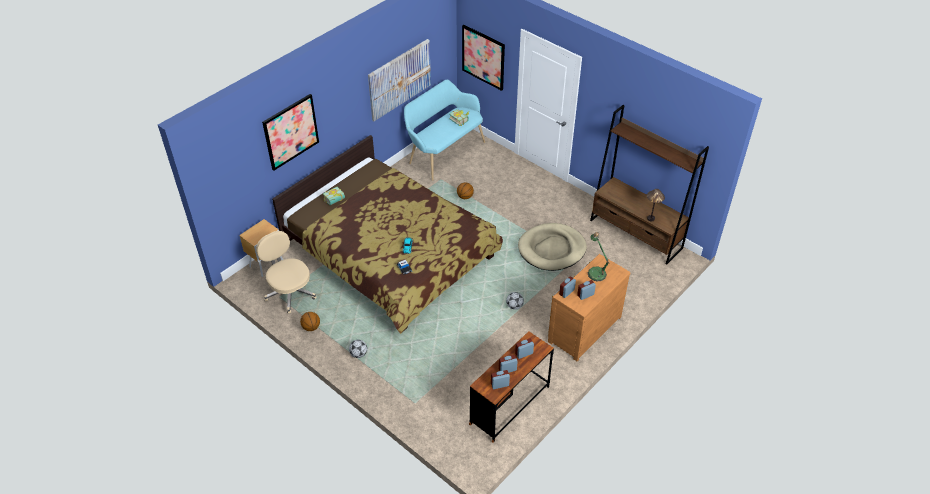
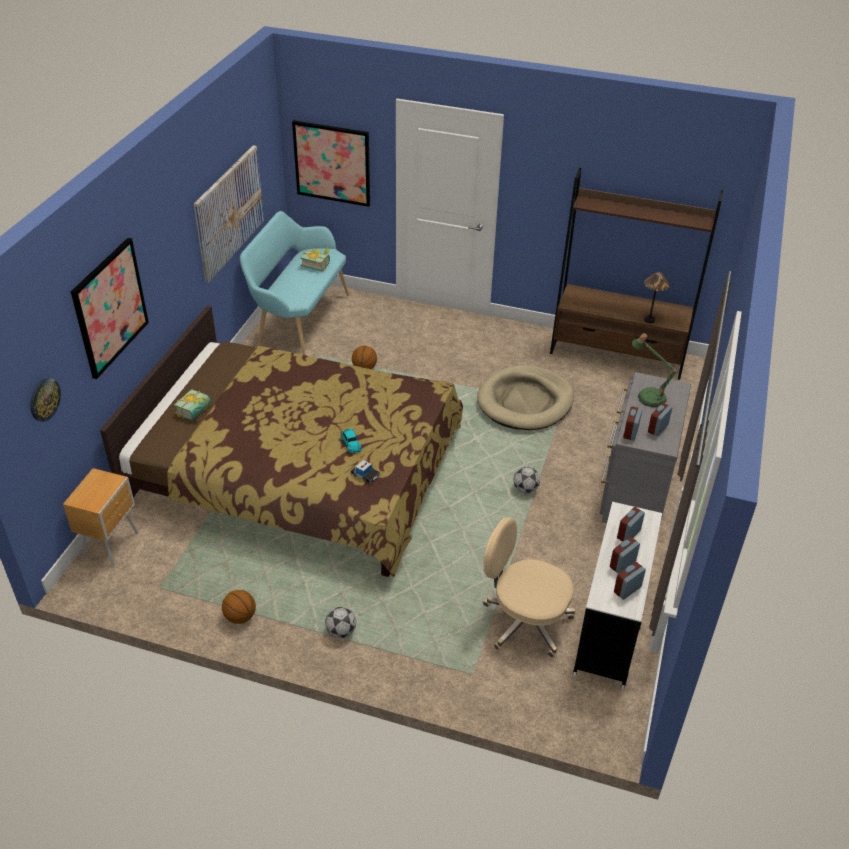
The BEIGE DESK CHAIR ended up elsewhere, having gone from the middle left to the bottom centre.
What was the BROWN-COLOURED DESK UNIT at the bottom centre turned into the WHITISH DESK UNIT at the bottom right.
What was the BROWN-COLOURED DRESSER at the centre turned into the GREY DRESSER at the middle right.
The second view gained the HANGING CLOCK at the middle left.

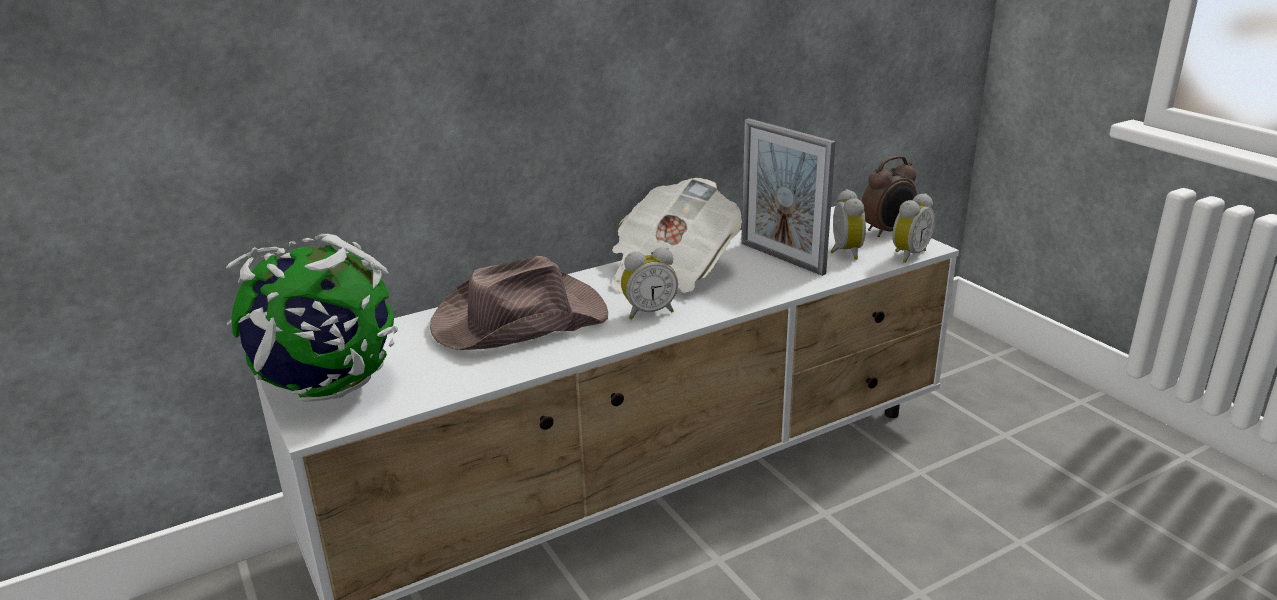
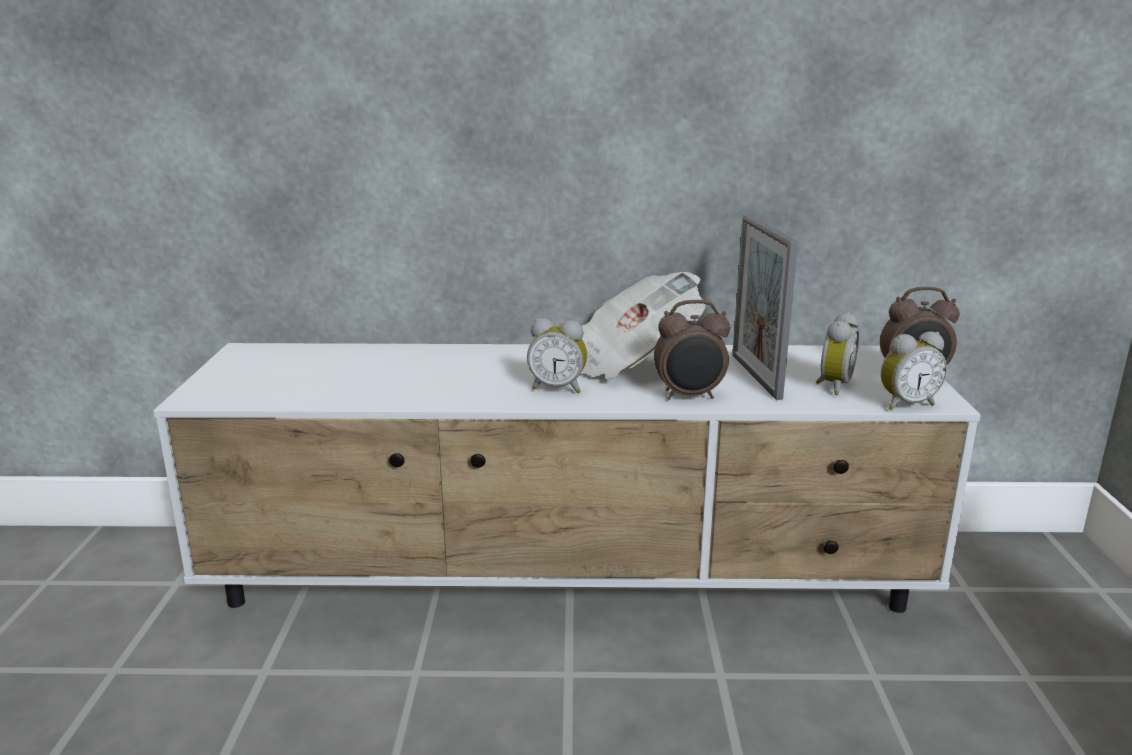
The second view lost the GLOBE at the middle left.
The second view lost the BROWN-COLOURED CLOTHING HAT at the centre.
The second view gained the TABLE CLOCK (2nd from left) at the centre.

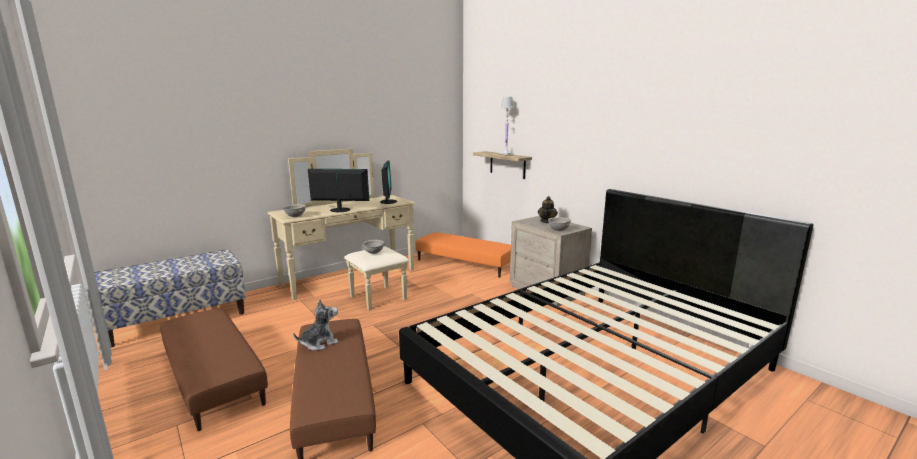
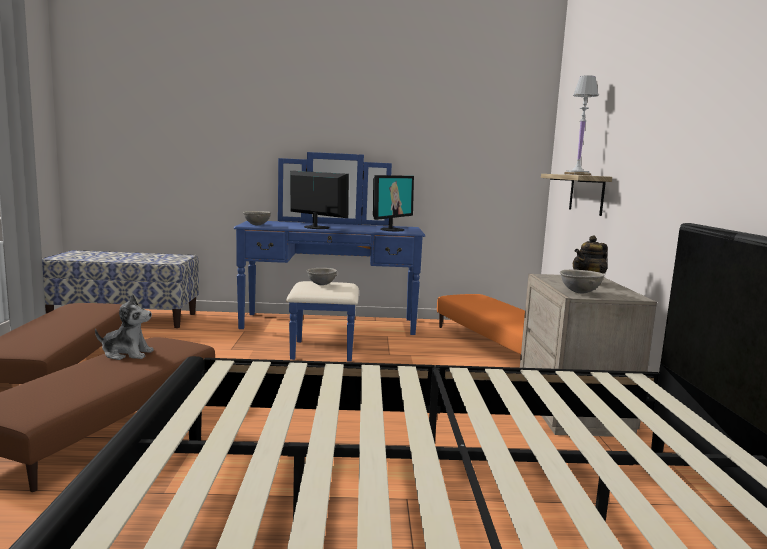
What was the BEIGE DRESSER at the centre turned into the BLUE-COLOURED DRESSER at the centre.

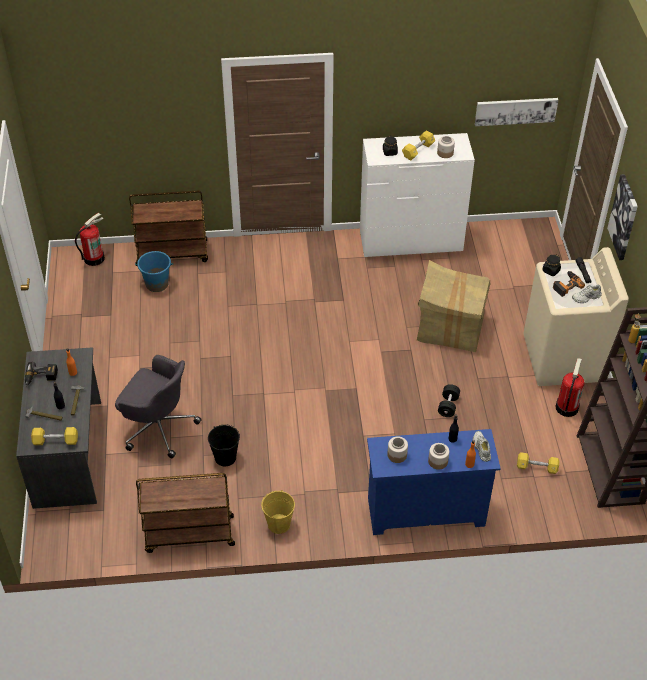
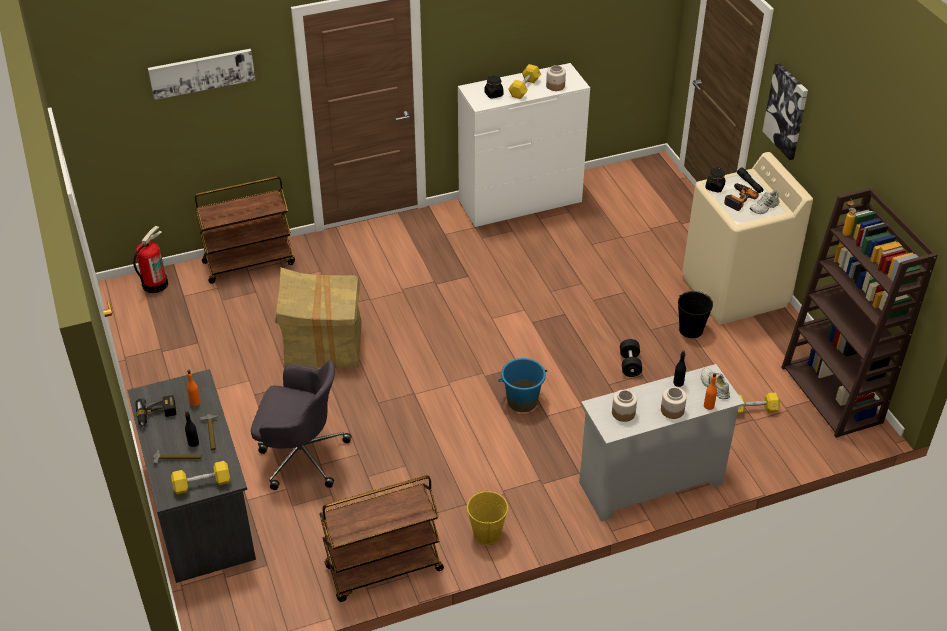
The BLUE-COLOURED BUCKET ended up elsewhere, having gone from the middle left to the centre.
The BLACK BUCKET ended up elsewhere, having gone from the centre to the middle right.
What was the BLUE-COLOURED DRESSER at the bottom right turned into the WHITISH DRESSER (2nd from left) at the bottom right.
The PACKING BOX ended up elsewhere, having gone from the middle right to the centre.
The WALL PICTURE (1st from left) ended up elsewhere, having gone from the top right to the top left.
The second view lost the FIRE-FIGHTING CYLINDER (2nd from left) at the middle right.

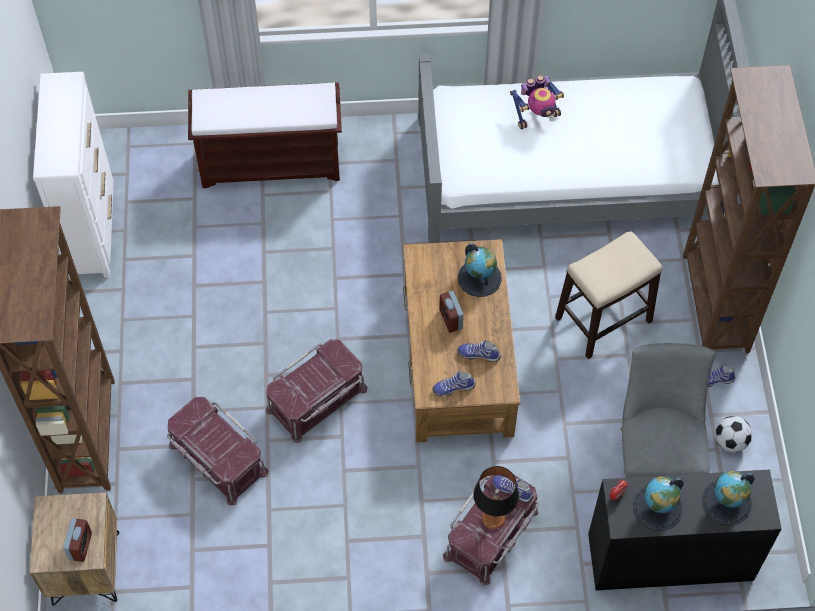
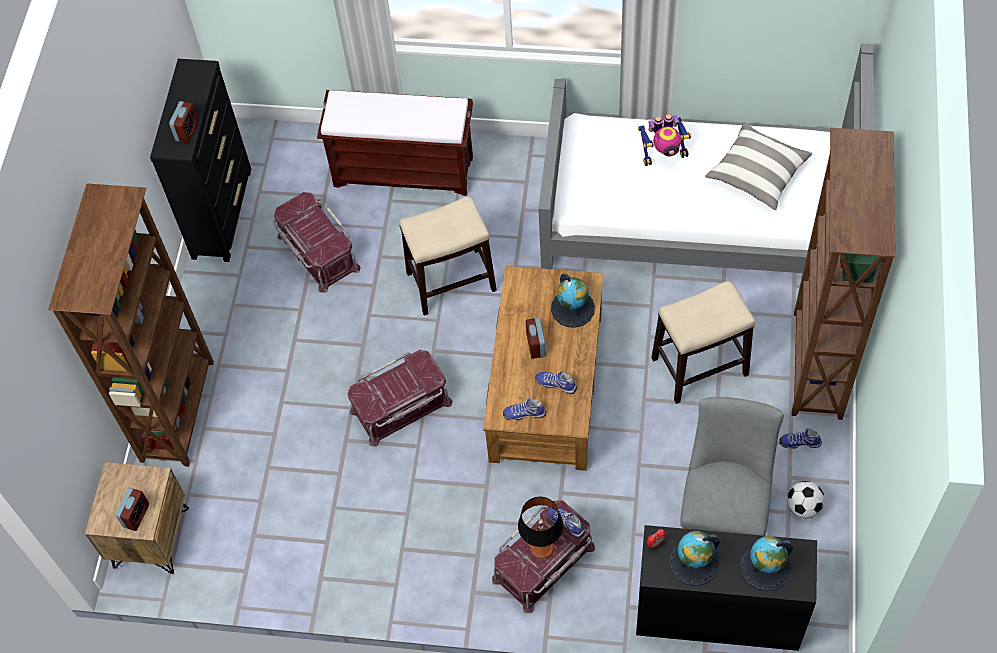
What was the WHITISH DRESSER at the top left turned into the BLACK DRESSER at the top left.
The REDDISH STORAGE BOX (1st from left) ended up elsewhere, having gone from the bottom left to the middle left.
The second view gained the TABLE CLOCK (2nd from left) at the top left.
The second view gained the STOOL (1st from left) at the centre.
The second view gained the CUSHION at the top right.

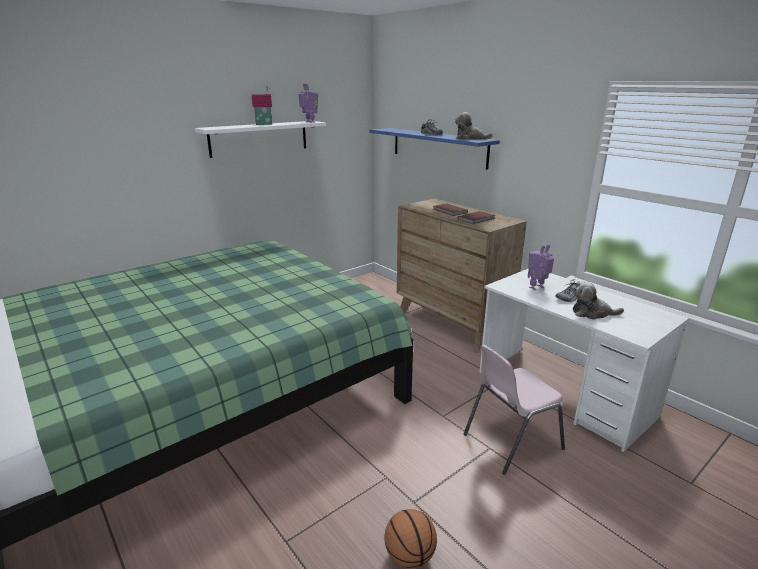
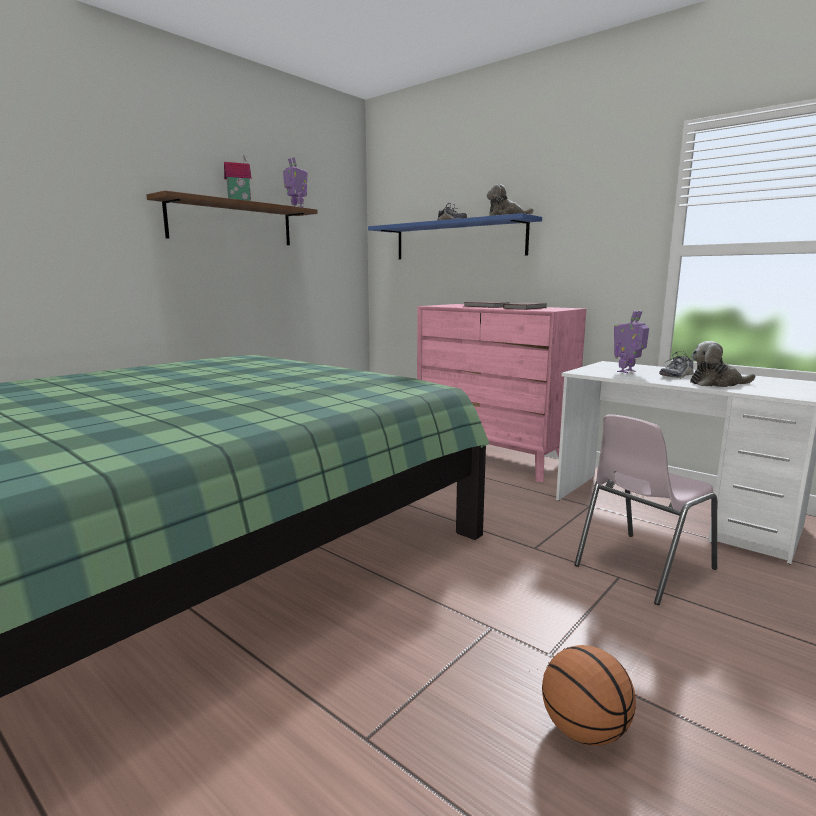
What was the WHITISH BRACKET SHELF at the top centre turned into the BROWN-COLOURED BRACKET SHELF at the top left.
What was the BROWN-COLOURED DRESSER at the centre turned into the PINK DRESSER at the centre.

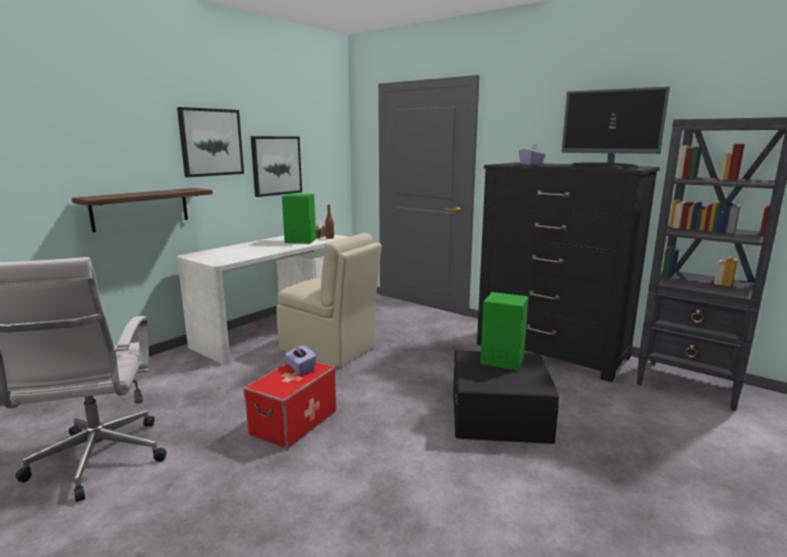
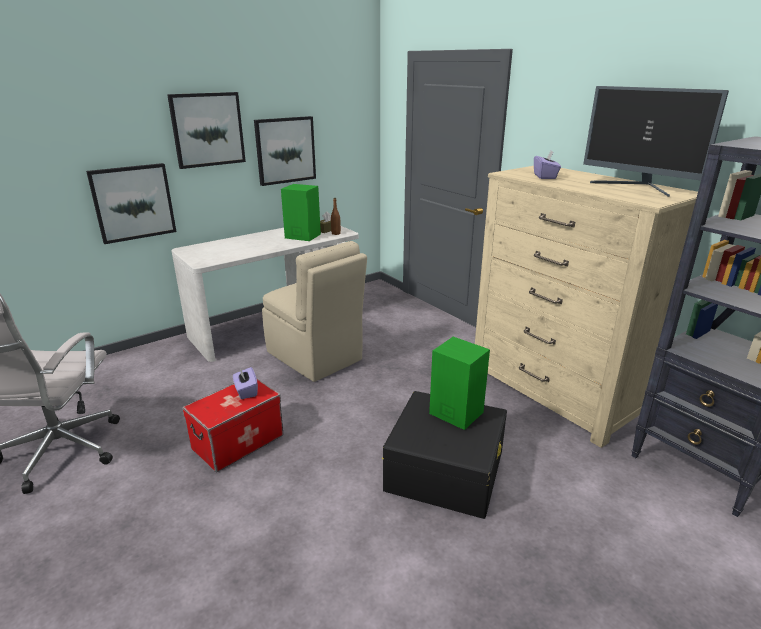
Where the BRACKET SHELF hung at the middle left, the WALL PICTURE (1st from left) came to hang at the top left.
What was the BLACK DRESSER at the middle right turned into the BEIGE DRESSER at the middle right.

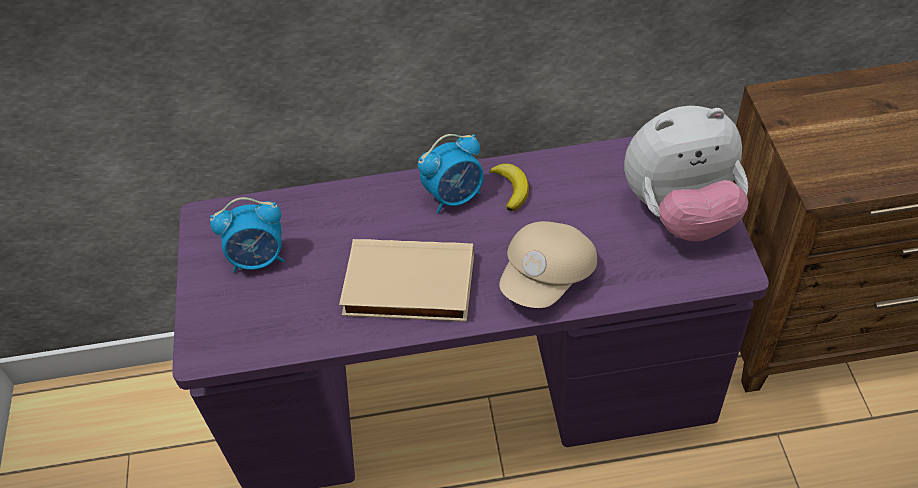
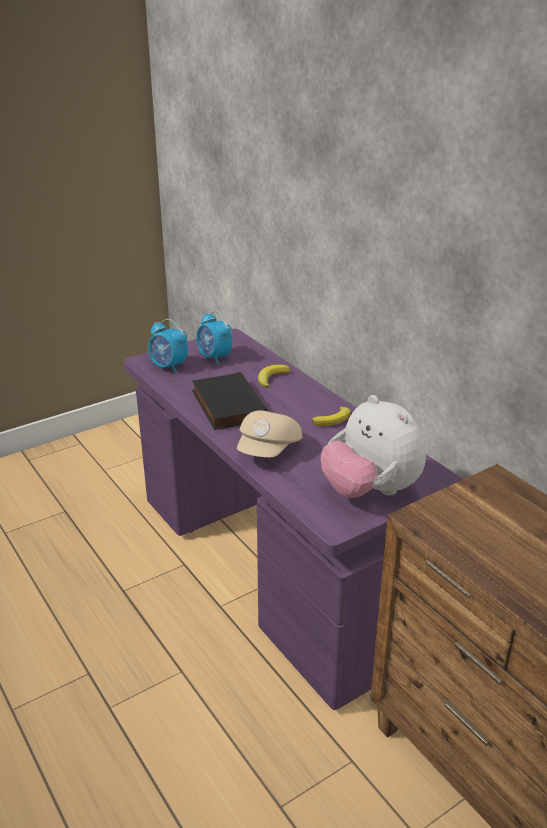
What was the BEIGE BOUND BOOK at the centre turned into the BLACK BOUND BOOK at the centre.
The TABLE CLOCK (2nd from left in the first image) ended up elsewhere, having gone from the centre to the middle left.
The BEIGE PEAKED CAP at the centre ended up facing another way, 75 degrees counterclockwise from before.
The second view gained the BANANA (1st from left) at the centre.

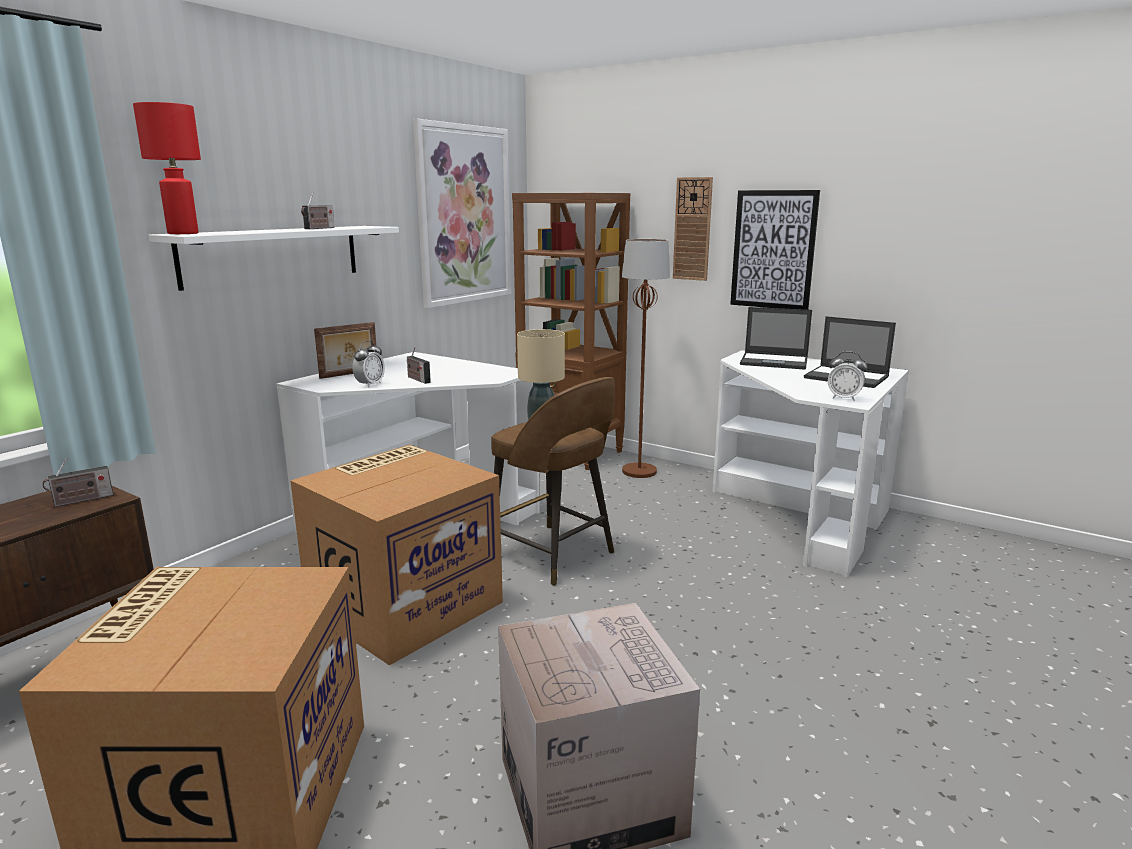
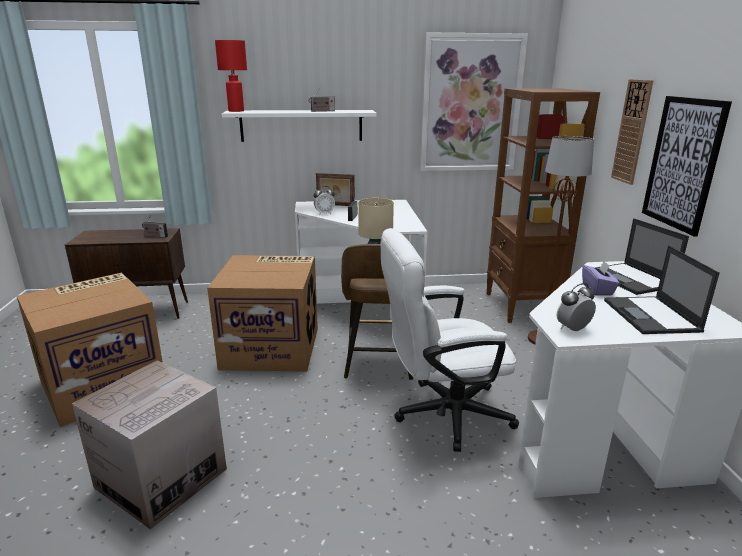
The TABLE CLOCK (2nd from left) at the middle right ended up facing another way, 75 degrees clockwise from before.
The second view gained the WHITISH DESK CHAIR at the centre.
The second view gained the PURPLE BOX OF TISSUES at the middle right.

